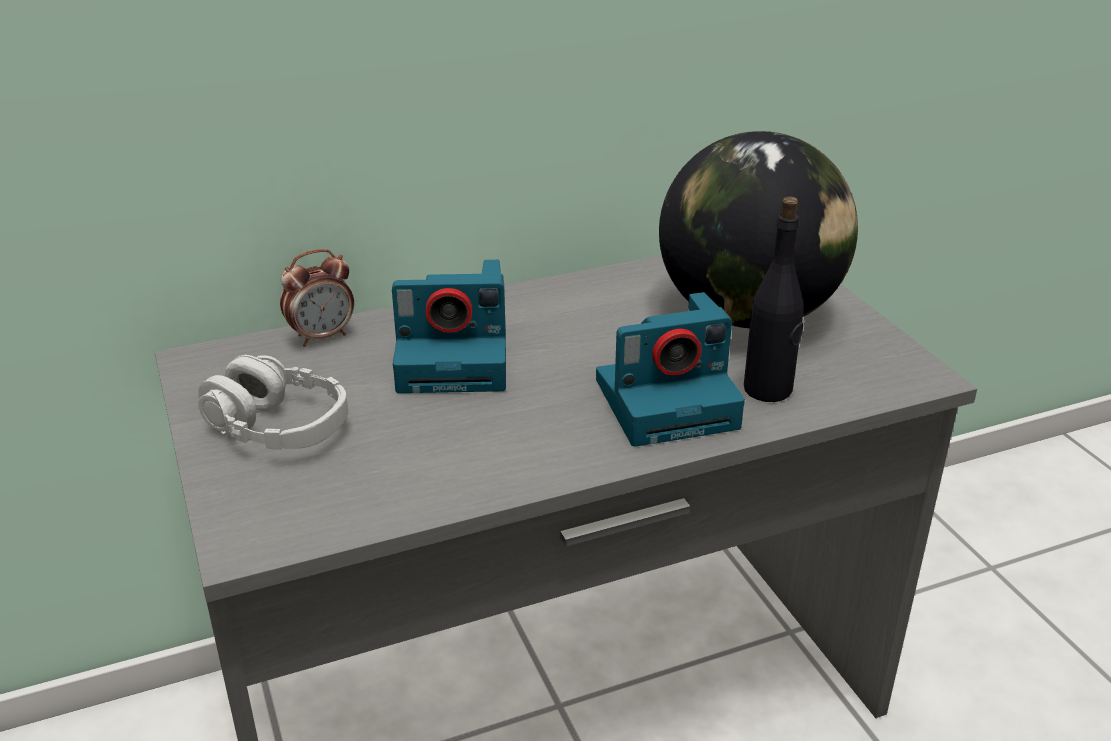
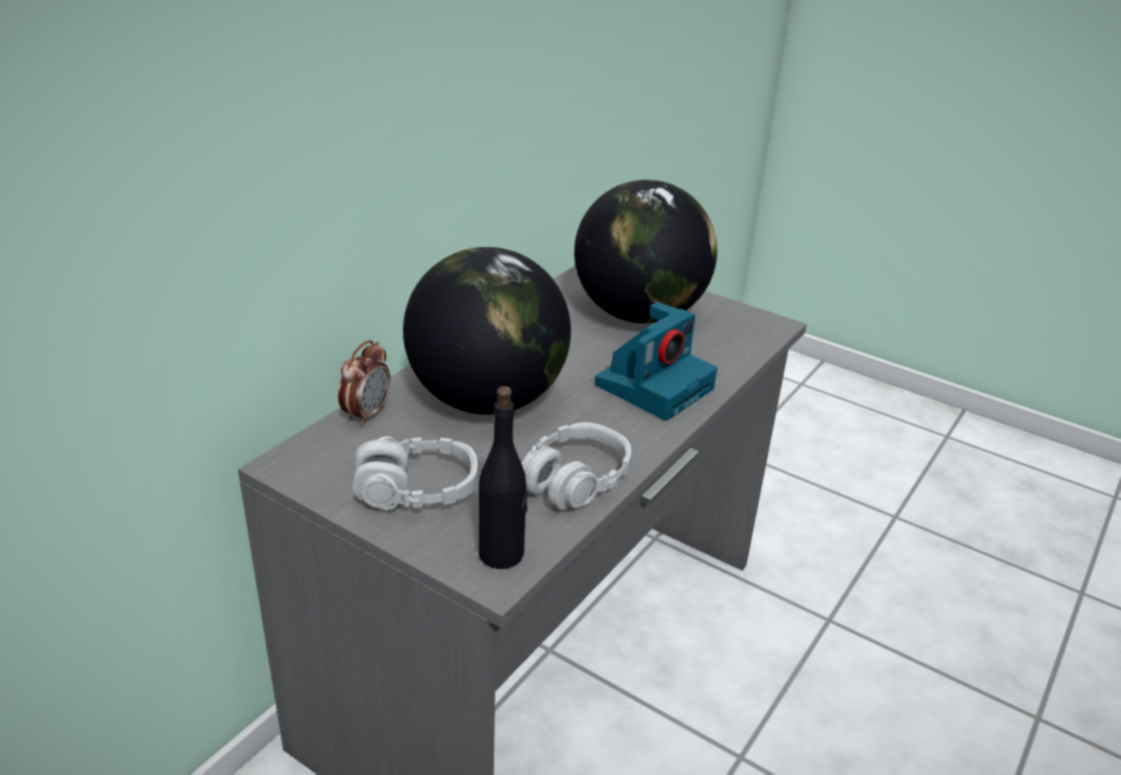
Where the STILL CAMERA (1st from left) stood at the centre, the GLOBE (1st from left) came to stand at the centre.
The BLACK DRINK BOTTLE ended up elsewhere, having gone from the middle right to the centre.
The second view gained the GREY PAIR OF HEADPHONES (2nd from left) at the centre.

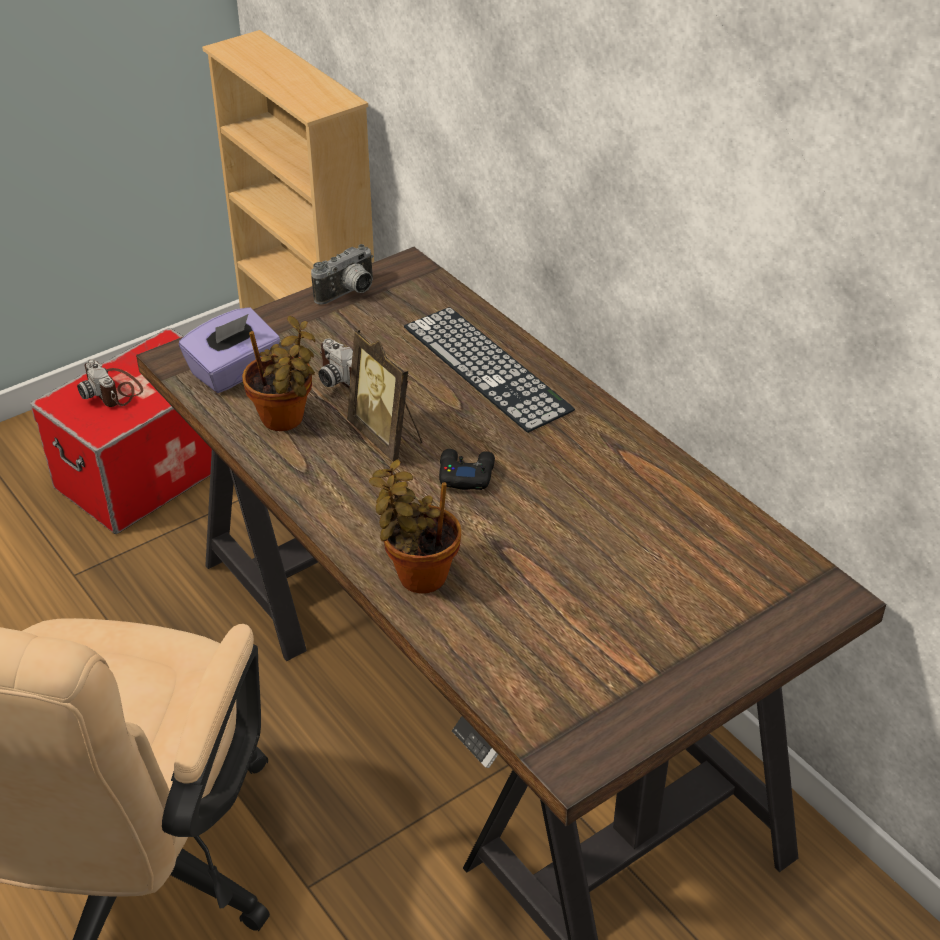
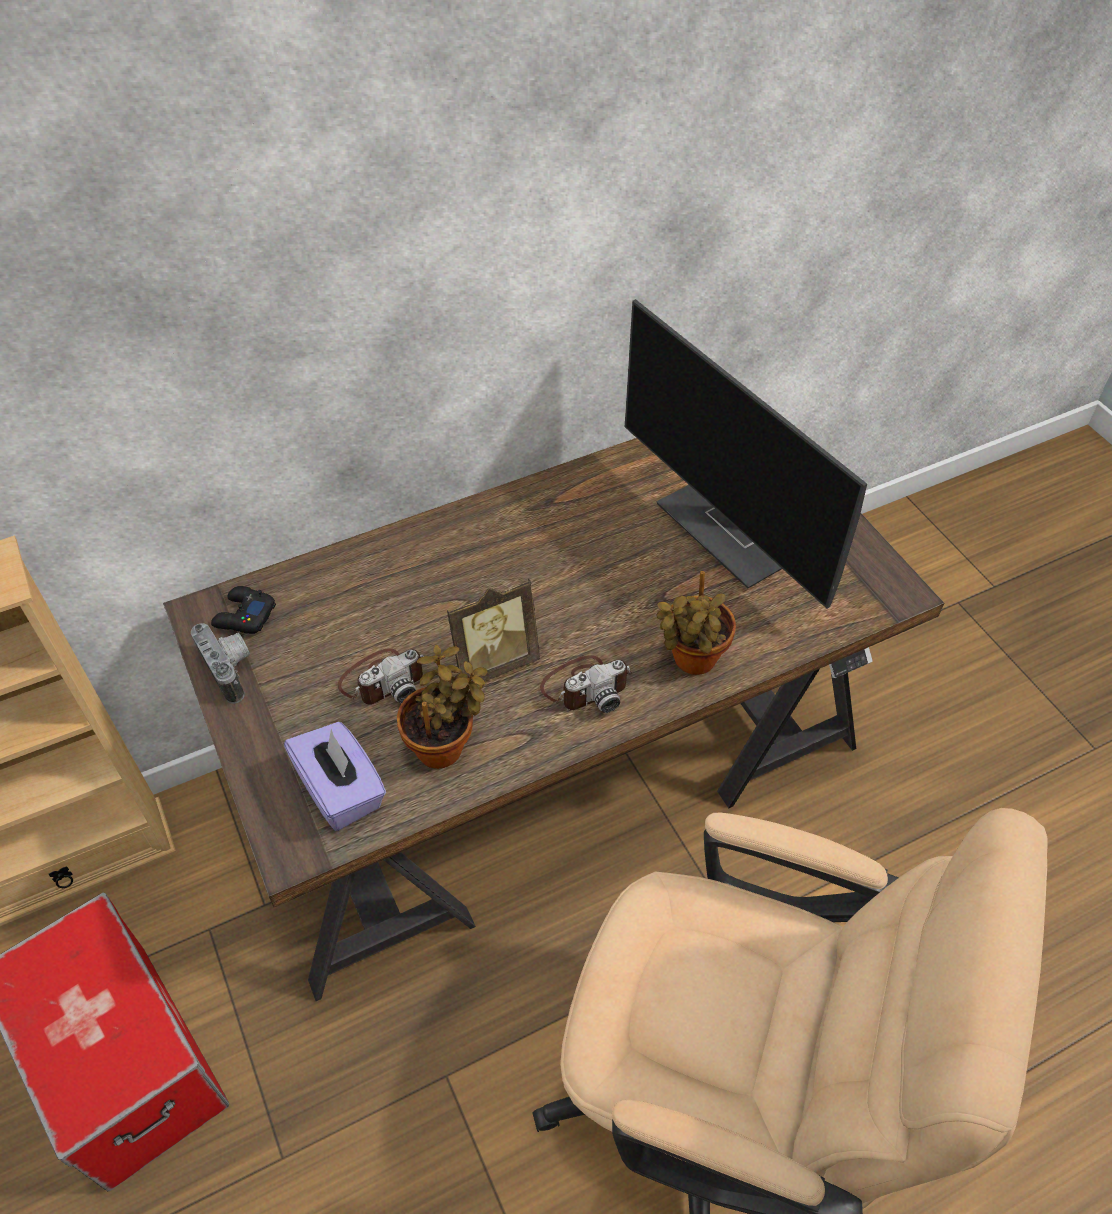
The STILL CAMERA (1st from left in the first image) ended up elsewhere, having gone from the middle left to the centre.
The second view lost the PC KEYBOARD at the centre.
The BLACK GAMEPAD ended up elsewhere, having gone from the centre to the middle left.
The second view gained the COMPUTER SCREEN at the middle right.

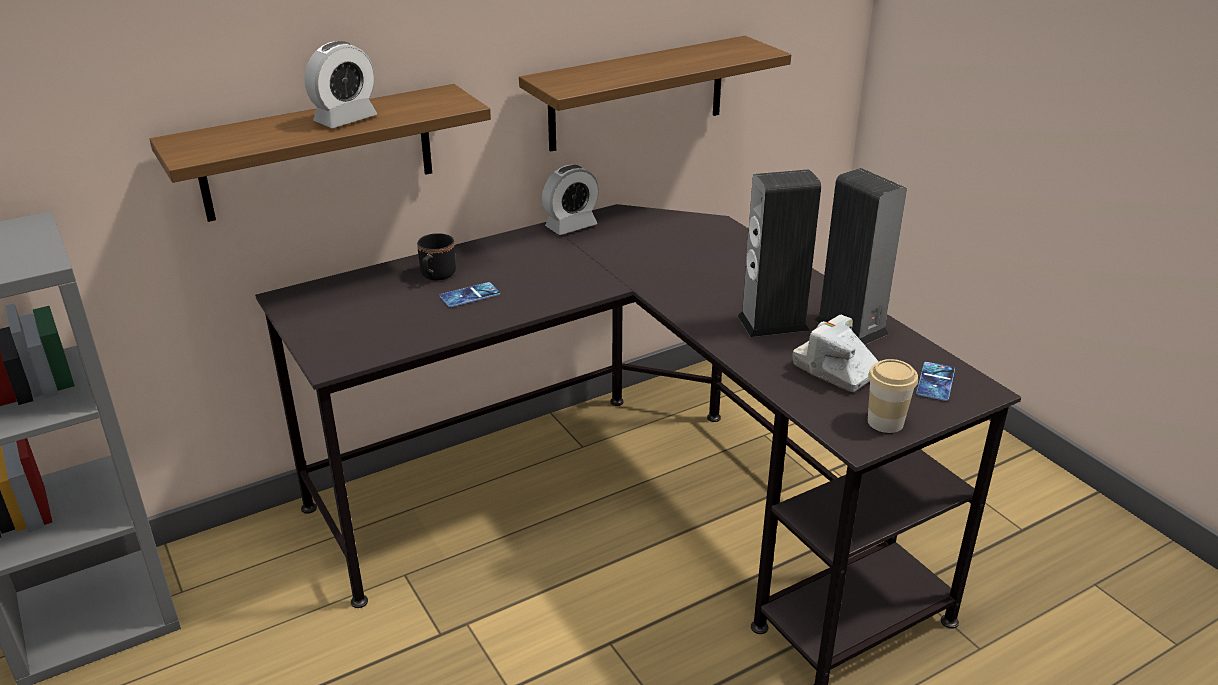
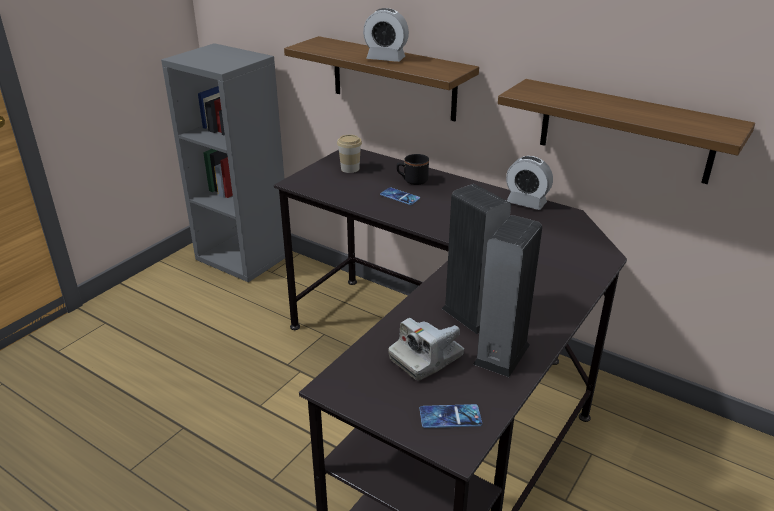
The STILL CAMERA at the middle right ended up facing another way, 150 degrees counterclockwise from before.
The SMALL CUP ended up elsewhere, having gone from the middle right to the top centre.

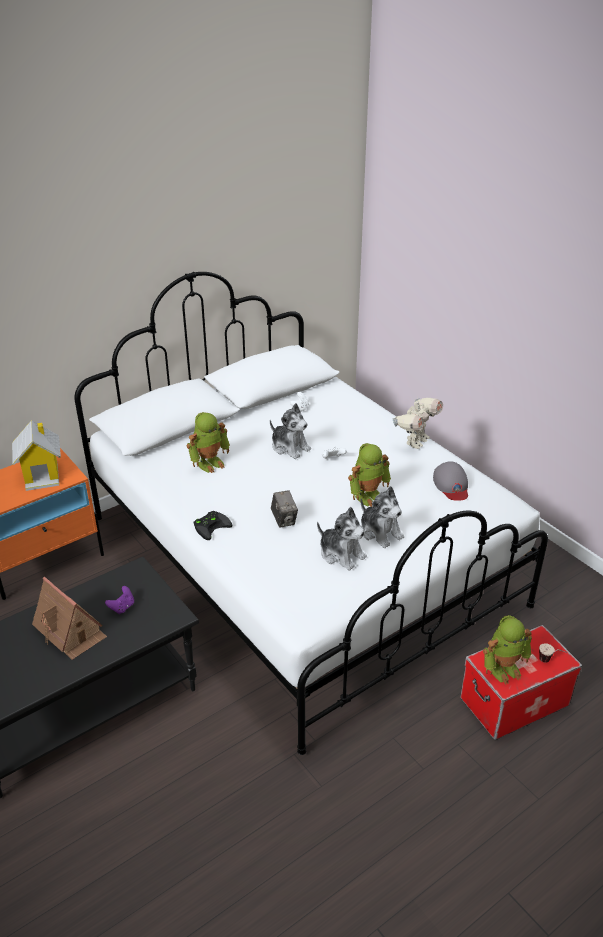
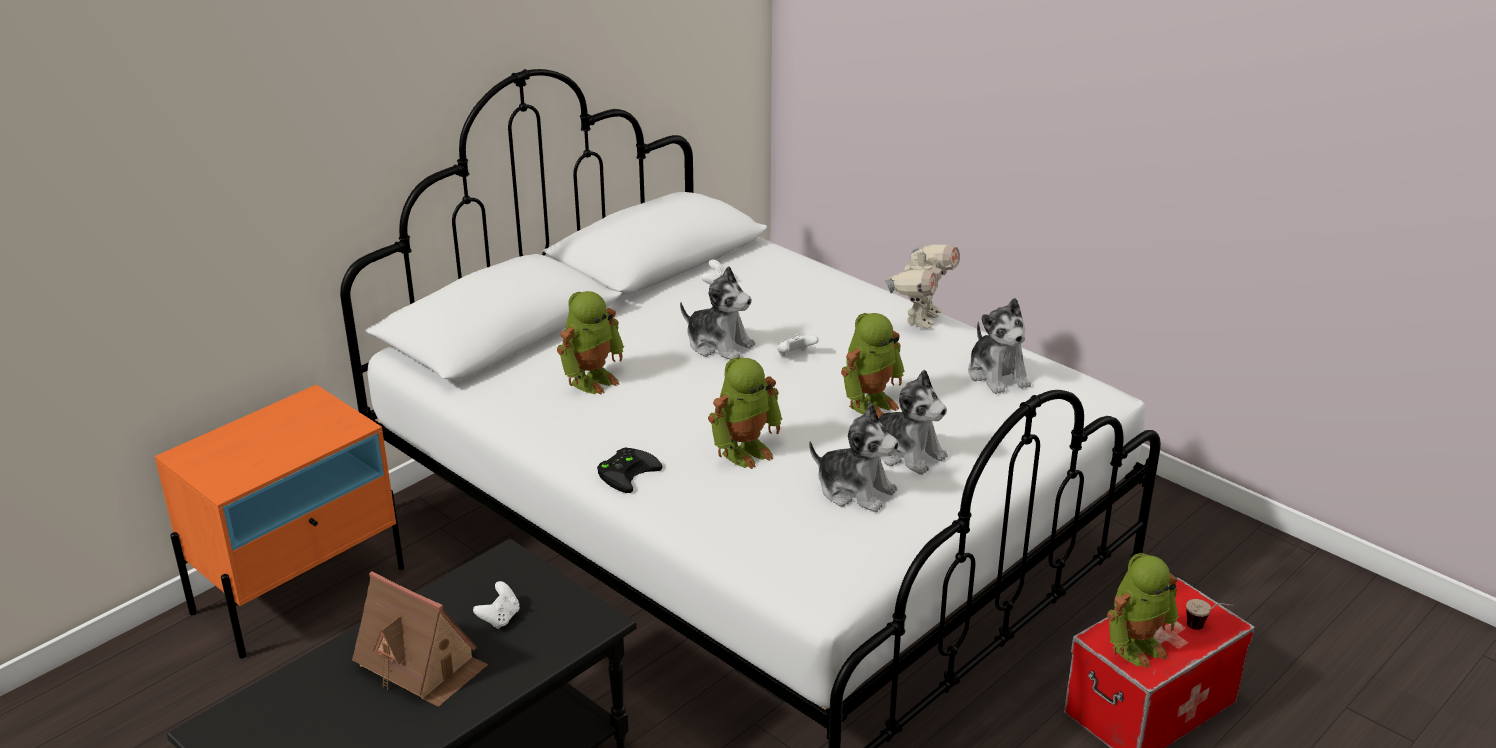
The second view lost the MODEL HOUSE (1st from left) at the middle left.
What was the PURPLE GAMEPAD at the middle left turned into the WHITISH GAMEPAD (1st from left) at the bottom left.
Where the STILL CAMERA stood at the centre, the TOY ROBOT (2nd from left) came to stand at the centre.
Where the GREY PEAKED CAP stood at the middle right, the PLUSH TOY (4th from left) came to stand at the middle right.

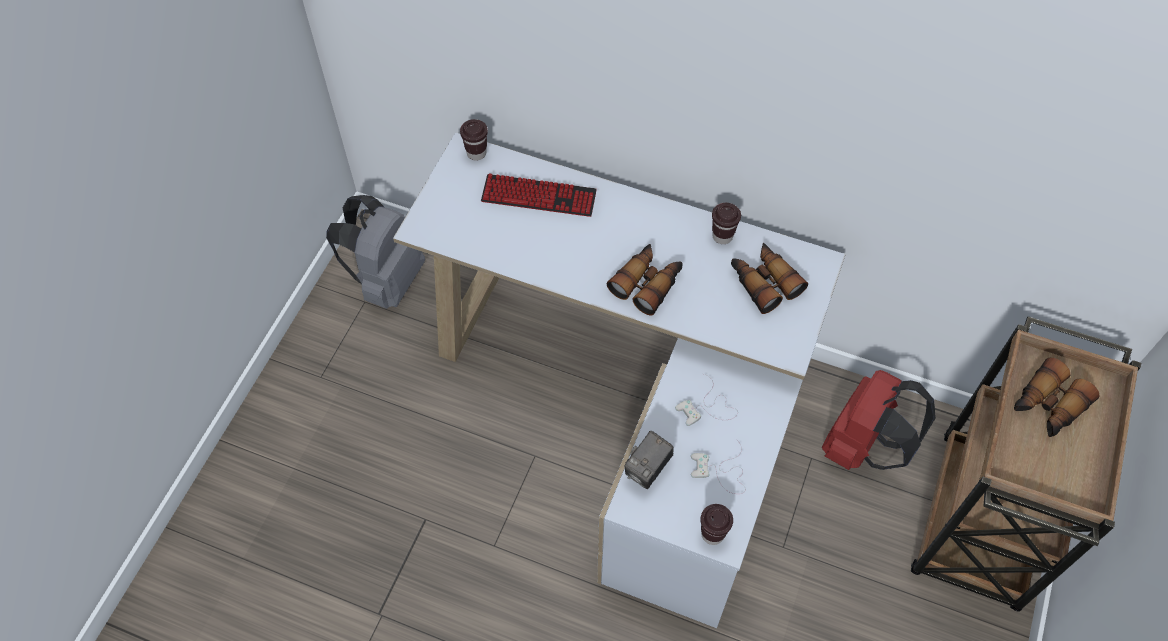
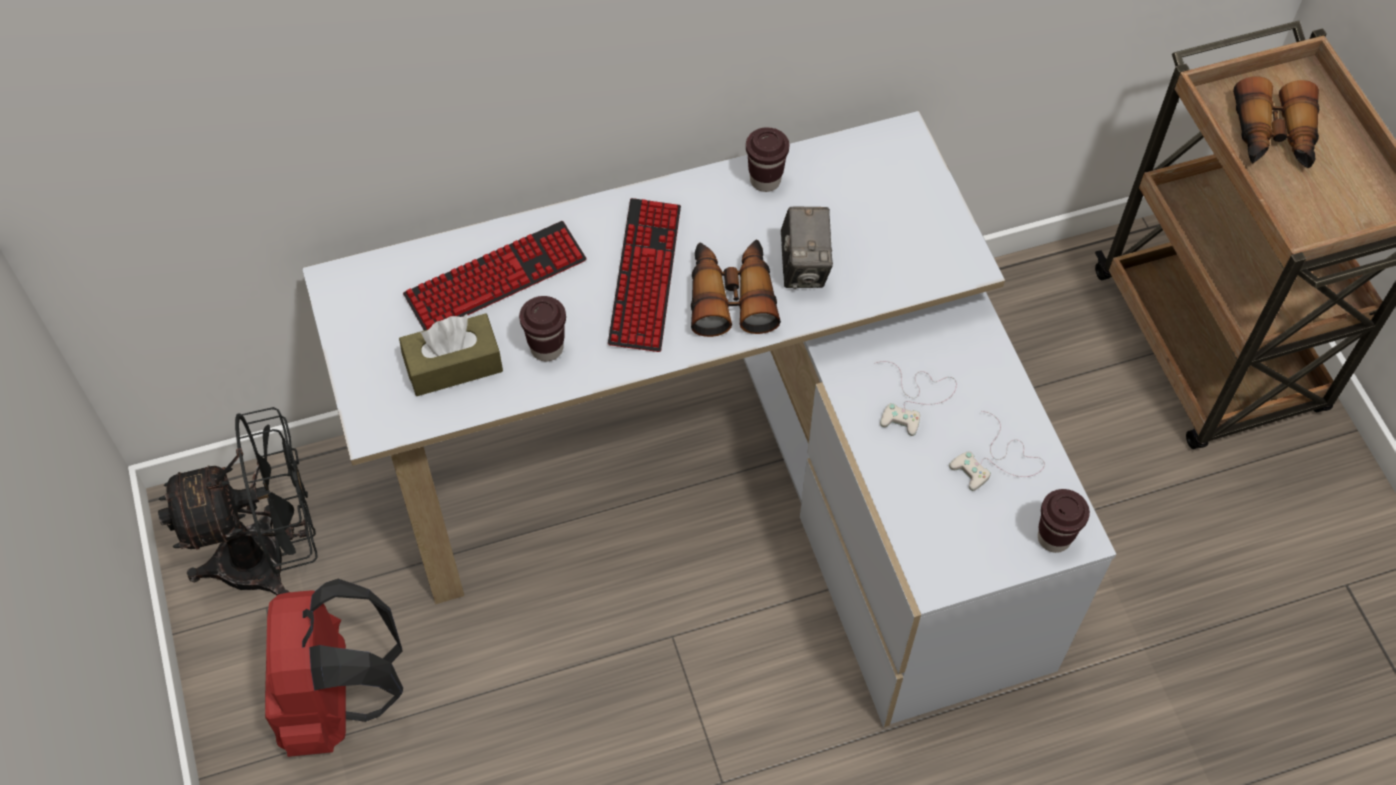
Where the GREY BACKPACK stood at the middle left, the BLACK FAN came to stand at the middle left.
The BROWN-COLOURED SMALL CUP (1st from left) ended up elsewhere, having gone from the top centre to the centre.
The STILL CAMERA ended up elsewhere, having gone from the bottom centre to the top centre.
The second view lost the BINOCULARS (2nd from left) at the centre.
The REDDISH BACKPACK ended up elsewhere, having gone from the middle right to the bottom left.
The second view gained the BROWN-COLOURED BOX OF TISSUES at the middle left.
The second view gained the PC KEYBOARD (2nd from left) at the centre.

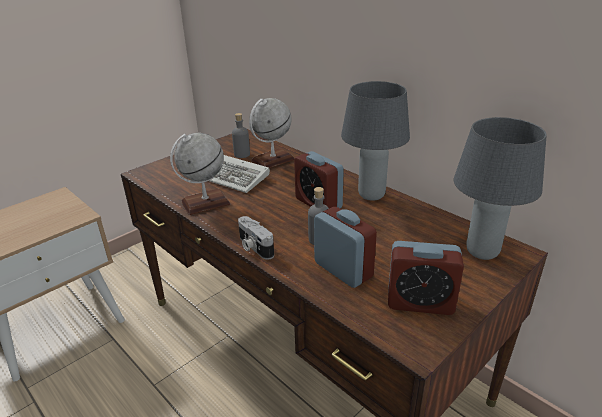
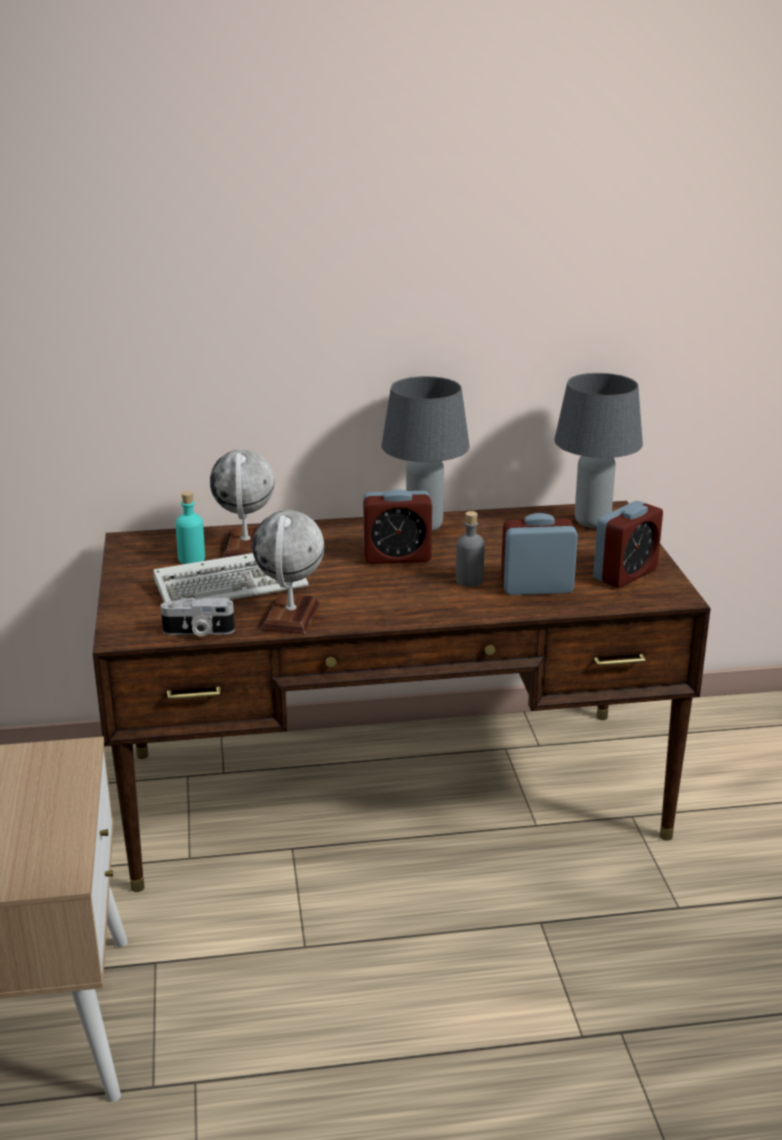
What was the GREY DRINK BOTTLE (1st from left) at the top centre turned into the TURQUOISE-COLOURED DRINK BOTTLE at the middle left.
The STILL CAMERA ended up elsewhere, having gone from the centre to the middle left.

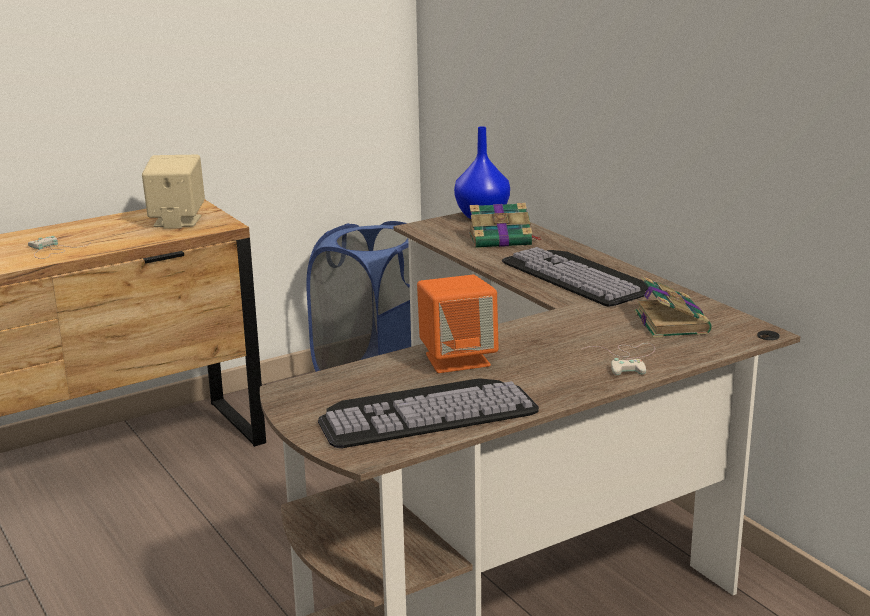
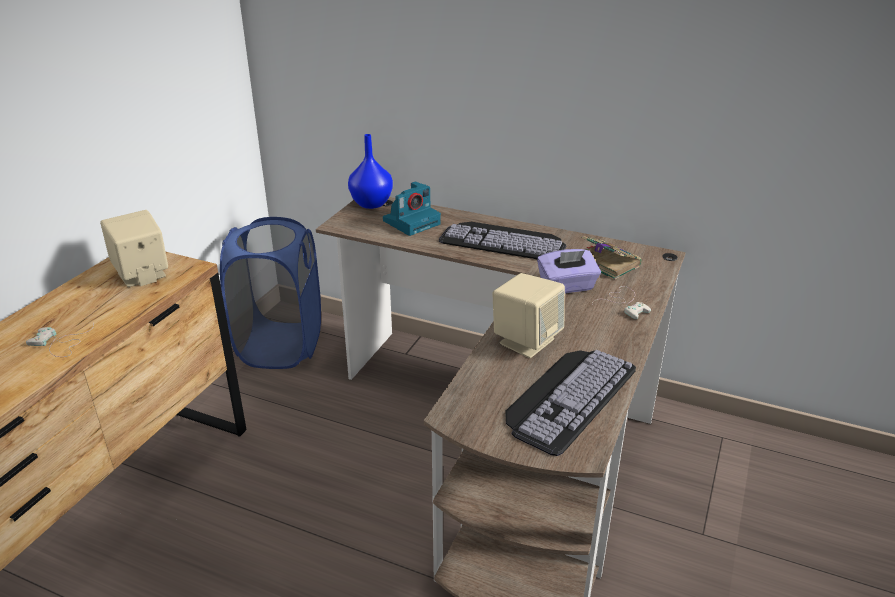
What was the ORANGE-COLOURED LOUDSPEAKER at the centre turned into the BEIGE LOUDSPEAKER (2nd from left) at the centre.
Where the BOUND BOOK (1st from left) stood at the centre, the STILL CAMERA came to stand at the centre.
The second view gained the PURPLE BOX OF TISSUES at the centre.

